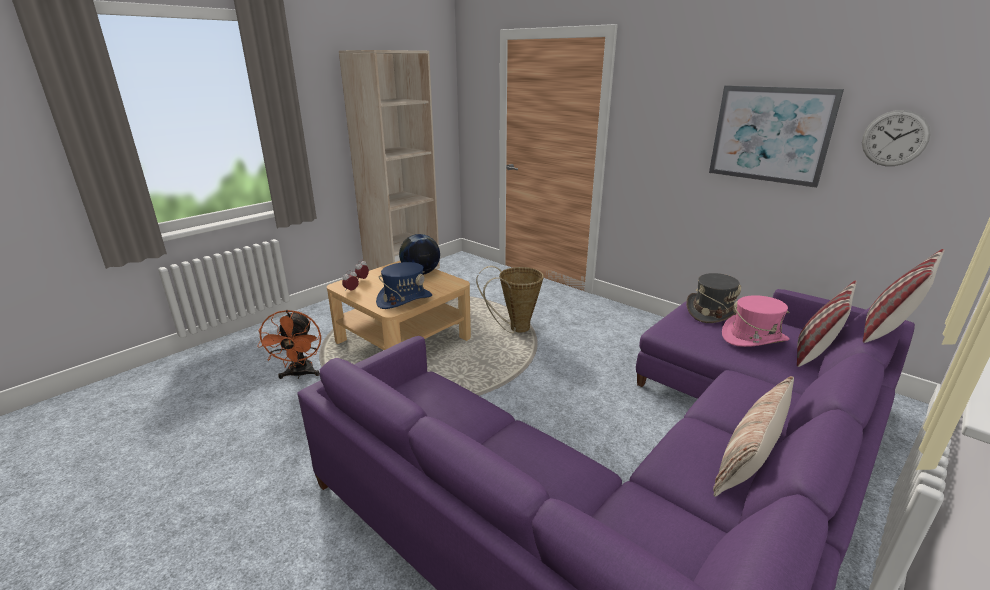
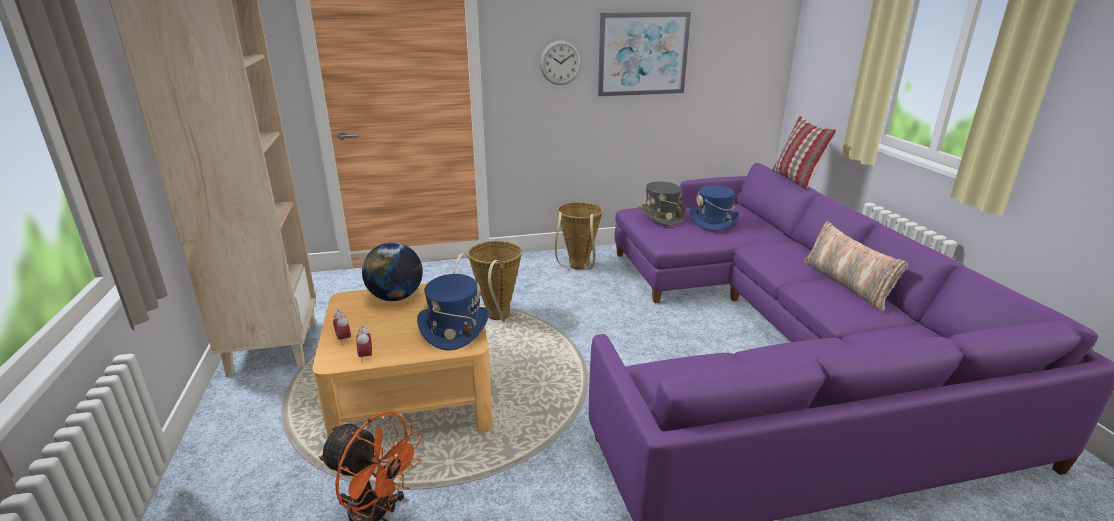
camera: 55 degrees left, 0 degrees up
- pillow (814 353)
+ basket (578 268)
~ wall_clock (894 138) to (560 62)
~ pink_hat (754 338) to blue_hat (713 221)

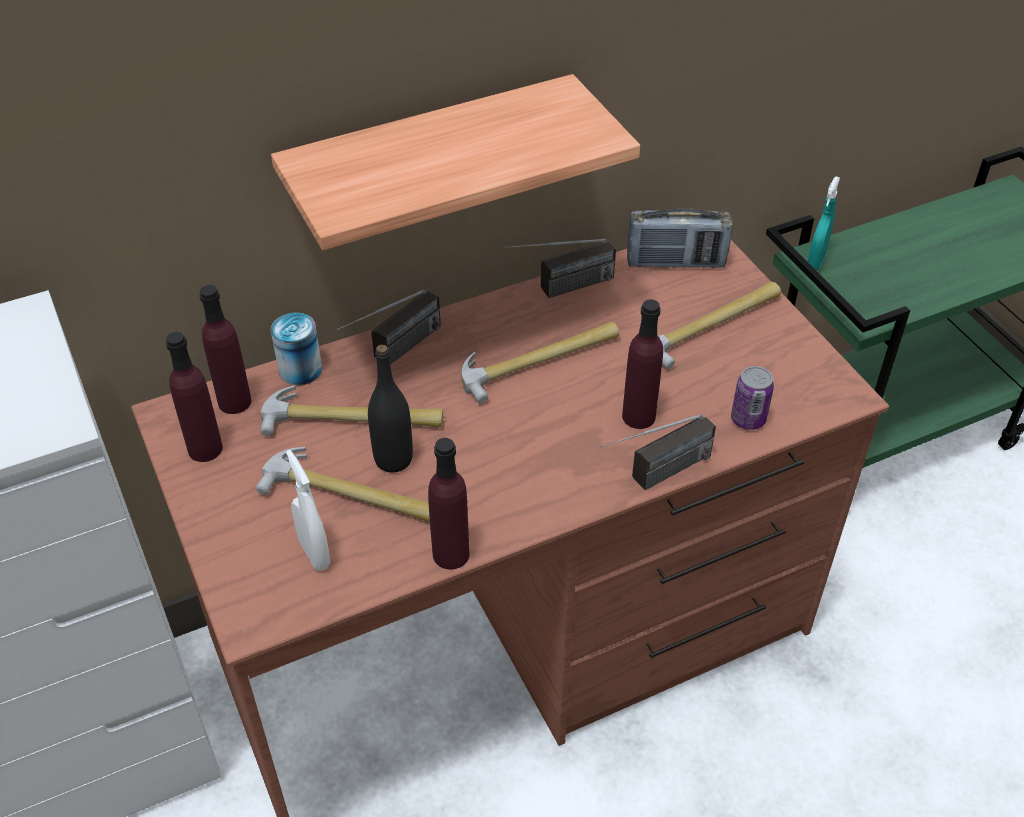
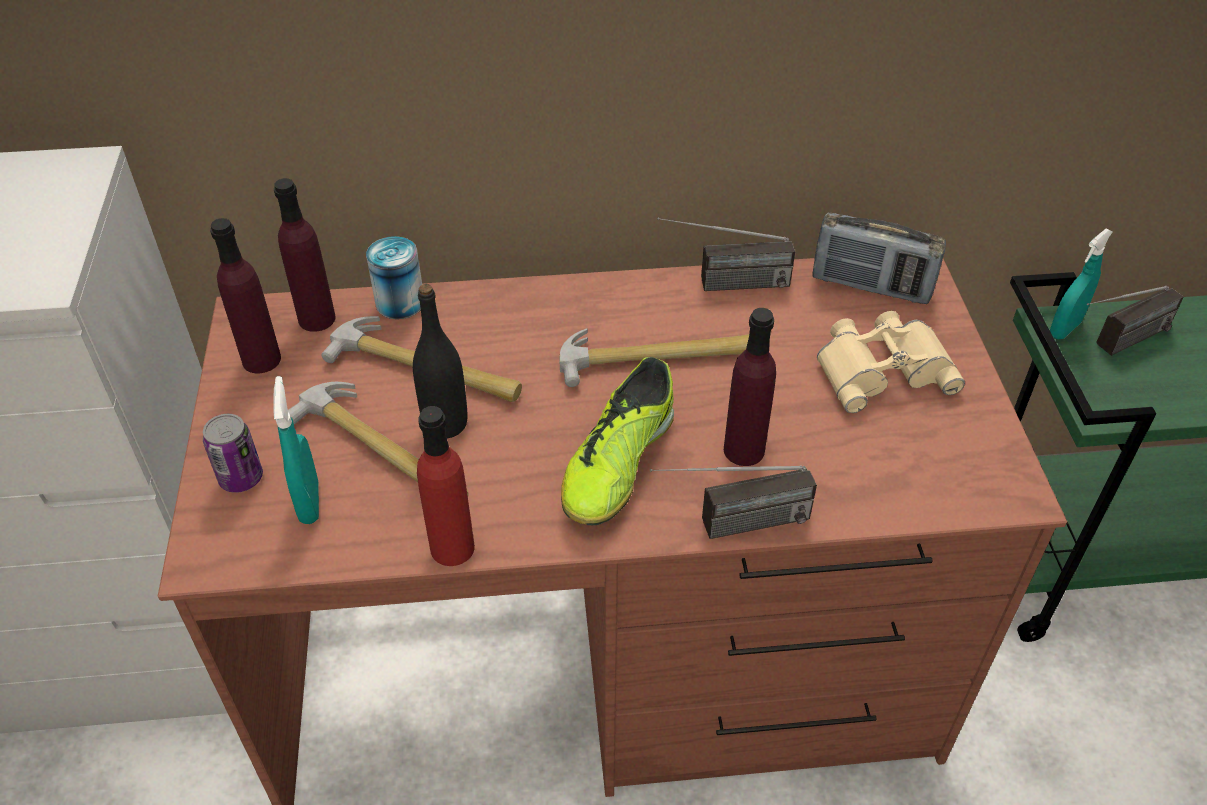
camera: 20 degrees right, 0 degrees up
- shelf (430 163)
+ shoe (617 463)
~ radio (395 353) to (1118 345)
~ can (748 419) to (241 478)
~ hammer (712 325) to beige_binoculars (882 367)
~ white_spray_bottle (314 553) to turquoise_spray_bottle (309 503)
~ purple_bottle (451 554) to red_bottle (452 547)

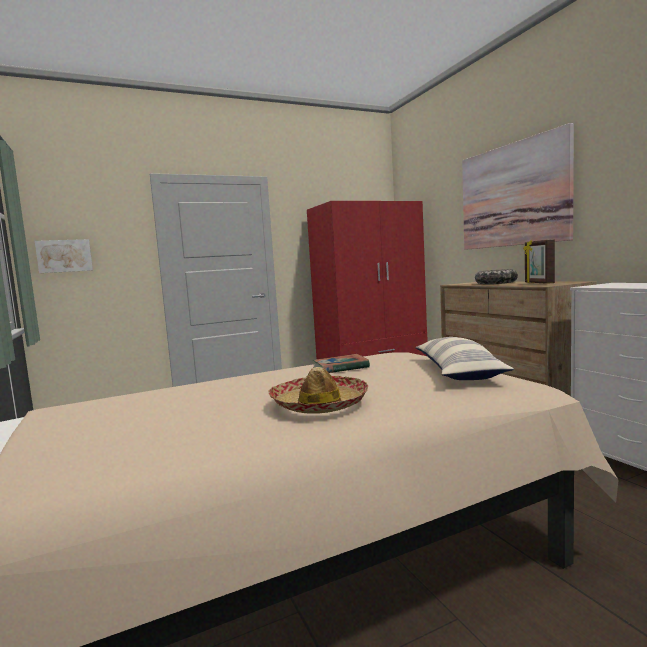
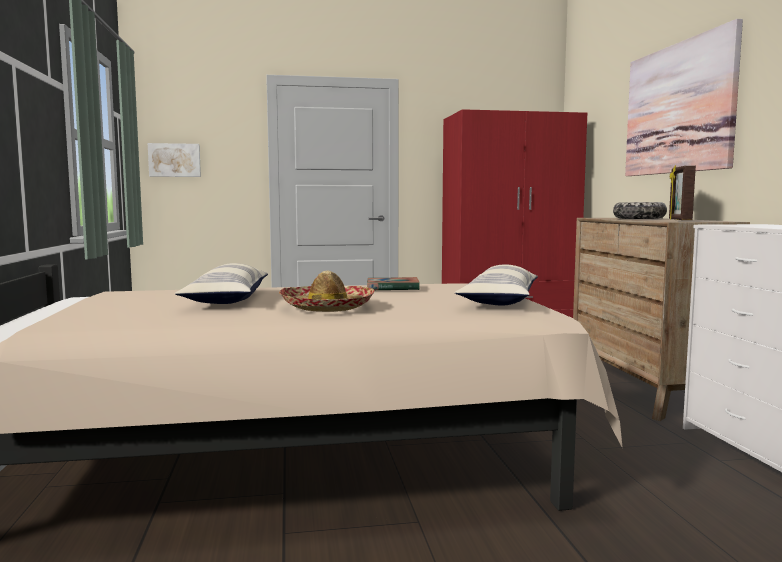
camera: 15 degrees right, 0 degrees up
+ pillow (227 299)

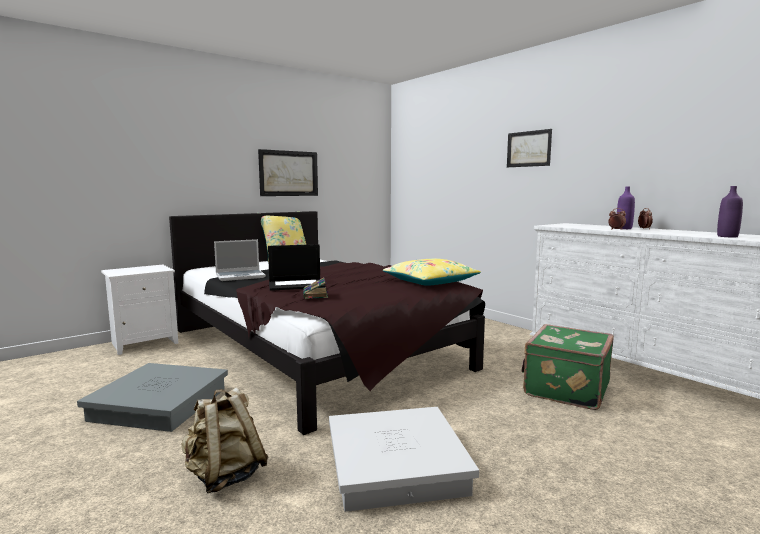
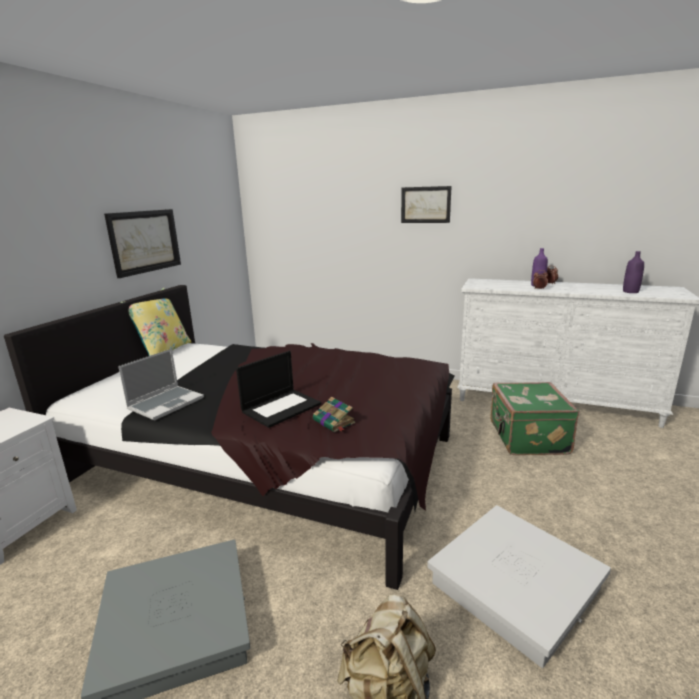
camera: 30 degrees left, 10 degrees up
- yellow_pillow (430 282)

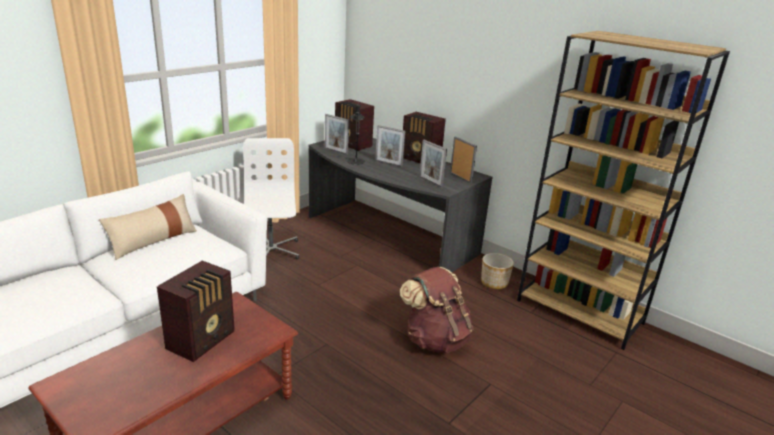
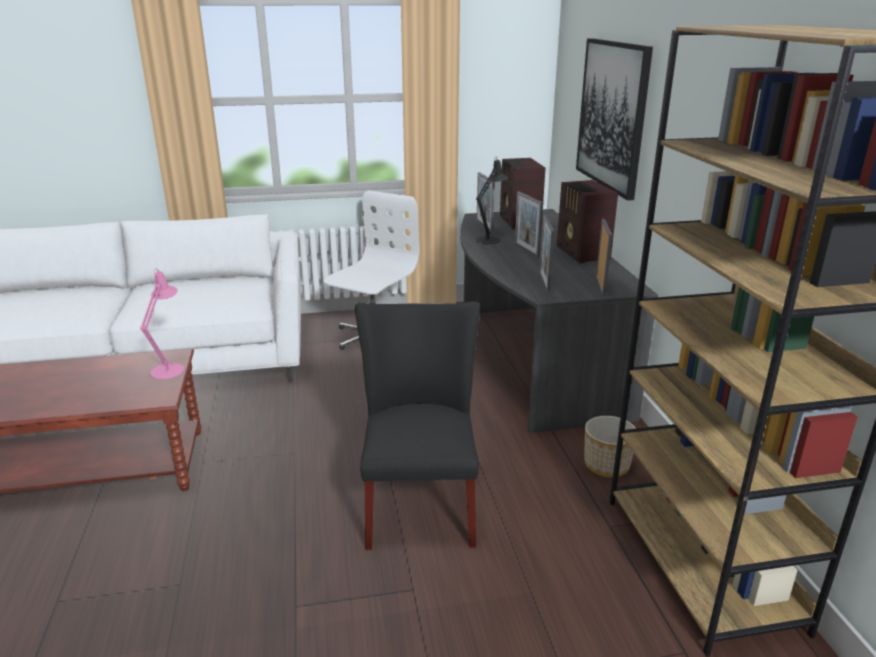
camera: 40 degrees right, 0 degrees up
- beige_pillow (153 241)
- radio (203 340)
+ pink_table_lamp (169 368)
+ picture (612 115)
~ brown_backpack (435 339) to black_chair (419 502)

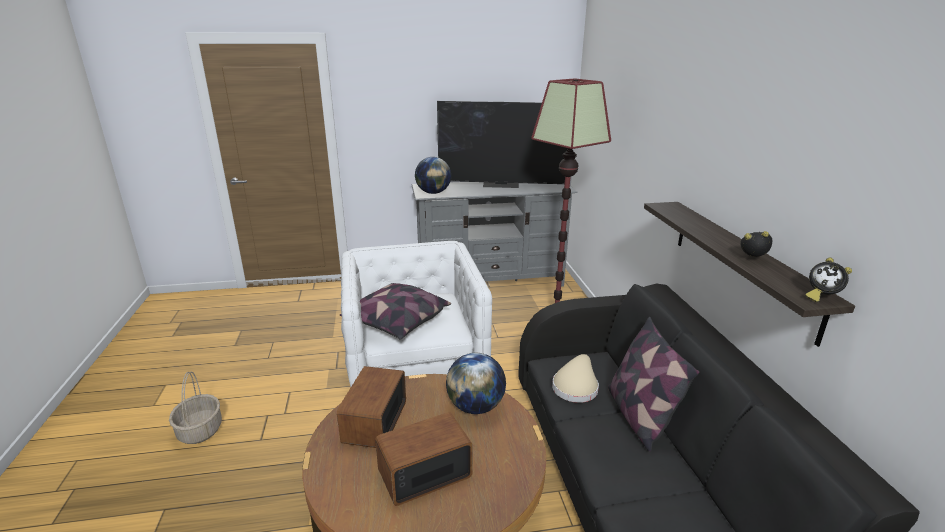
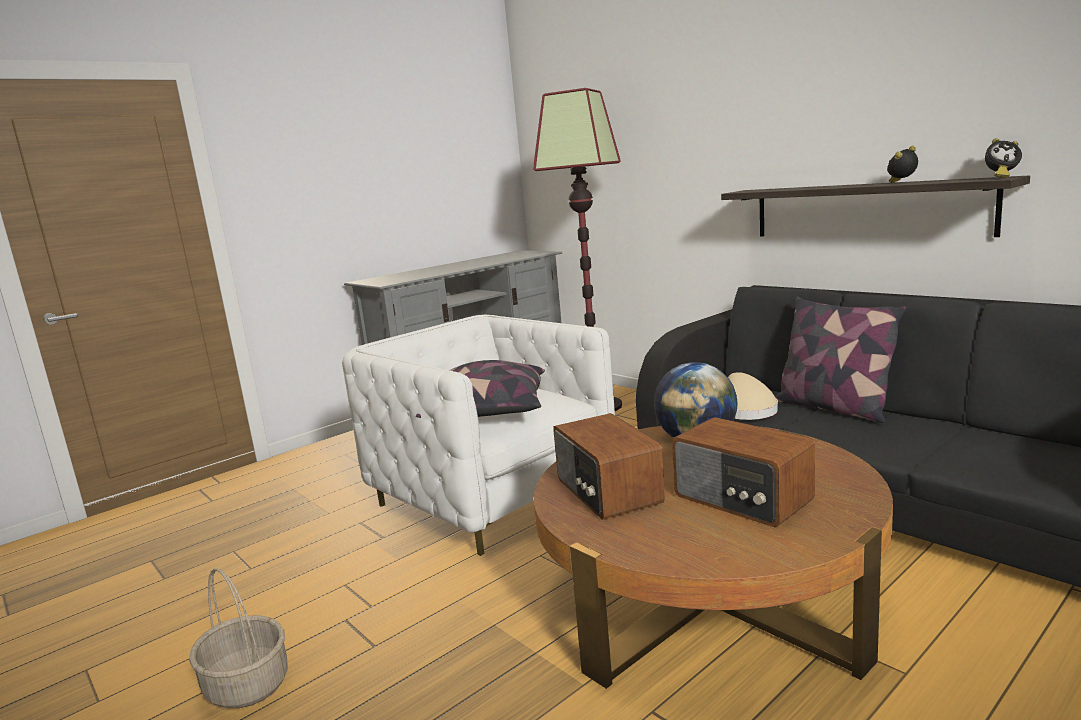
camera: 30 degrees left, 10 degrees down
- globe (433 193)
- television (501 184)
~ radio (424 473) = (742 499) 75 degrees counterclockwise

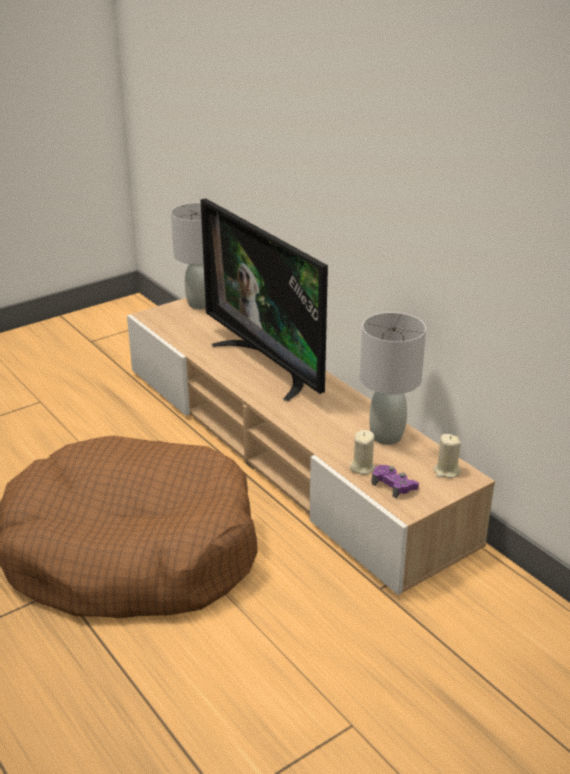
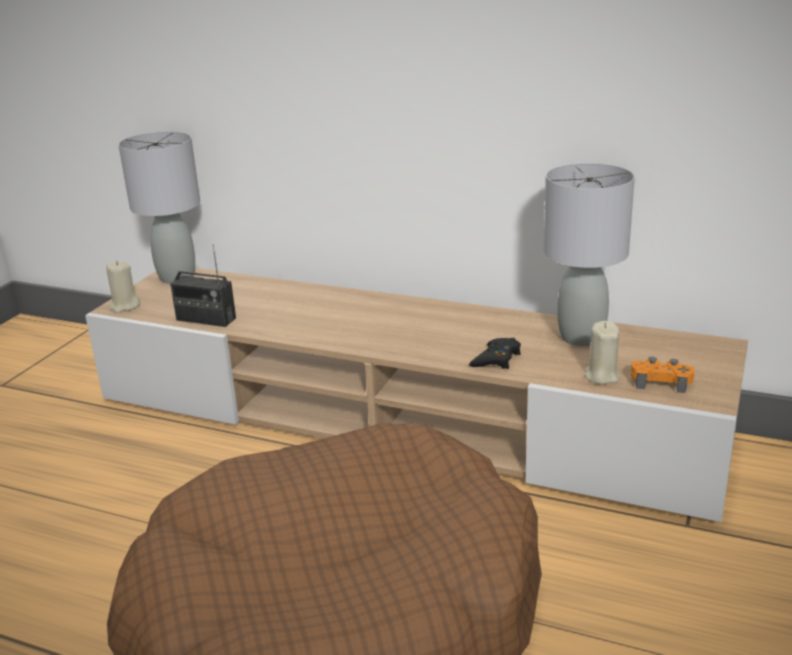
camera: 30 degrees left, 5 degrees down
- television (268 365)
+ radio (206 319)
+ black_game_controller (496 359)
~ beige_candle (446 471) to (125 306)
~ purple_game_controller (393 485) to orange_game_controller (661 381)

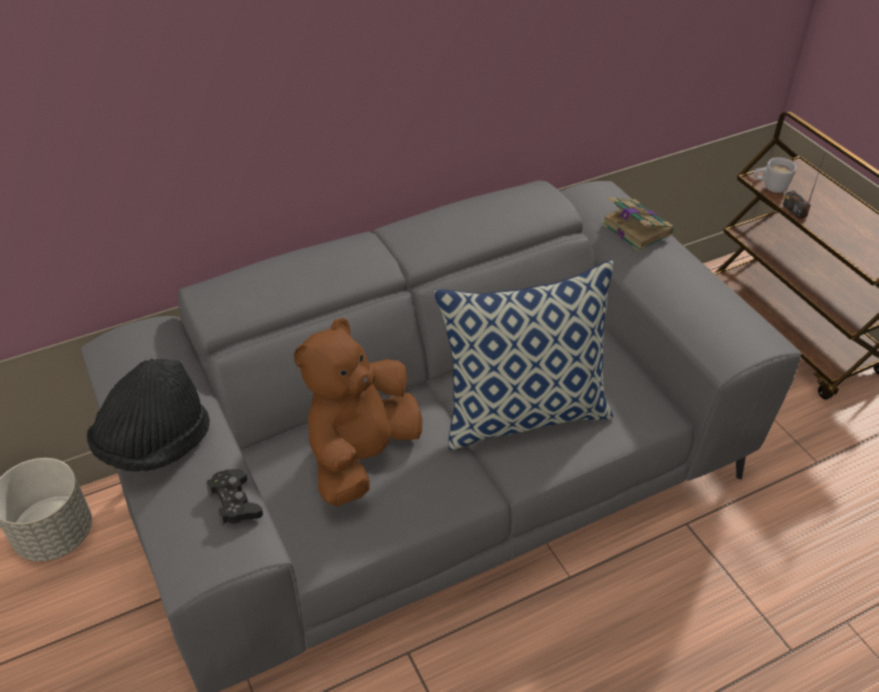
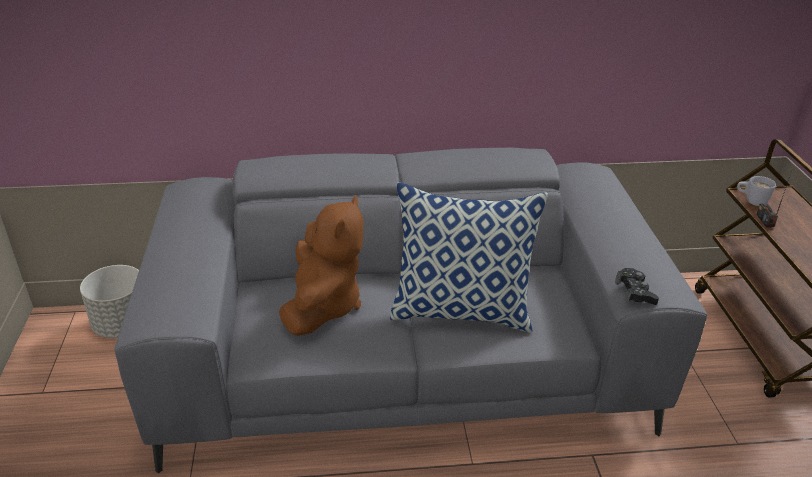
camera: 20 degrees right, 10 degrees down
- black_hat (155 444)
- book (635 228)
~ black_game_controller (235 502) to (635 292)
~ brown_plush_toy (362 456) = (323 306) 135 degrees clockwise

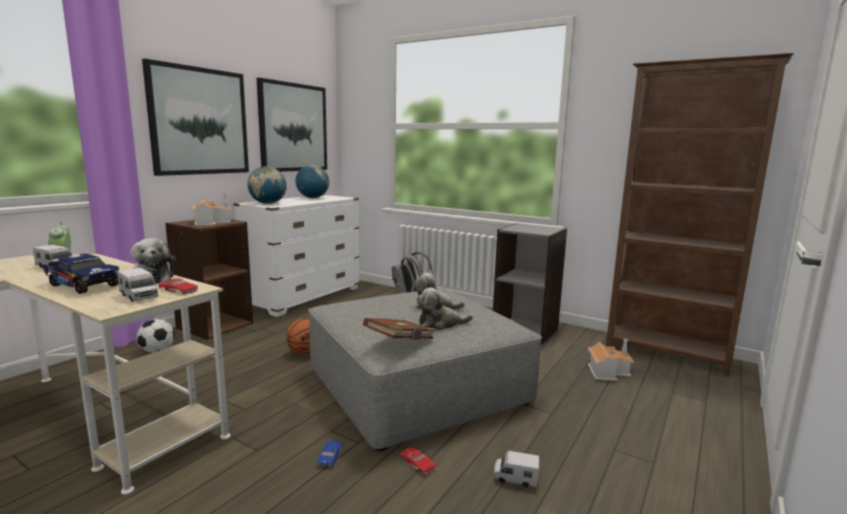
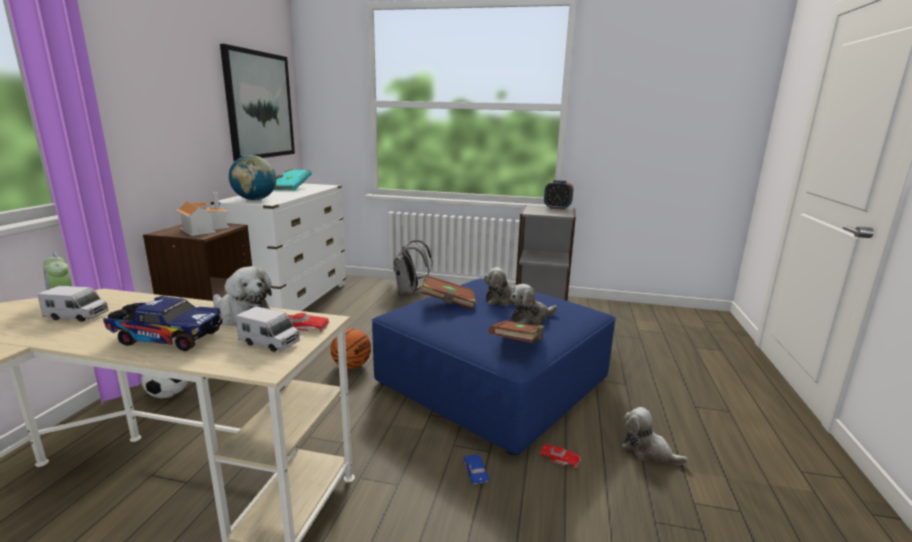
camera: 20 degrees left, 5 degrees up
- picture (199 121)
- toy_house (608 371)
- brown_bookcase (667 354)
+ brown_book (448 303)
+ alarm_clock (557 208)
~ globe (312 198) to turquoise_book (291 188)
~ toy_truck (515 478) to plush_toy (647 451)
~ grey_ottoman (418 385) to blue_ottoman (494 380)

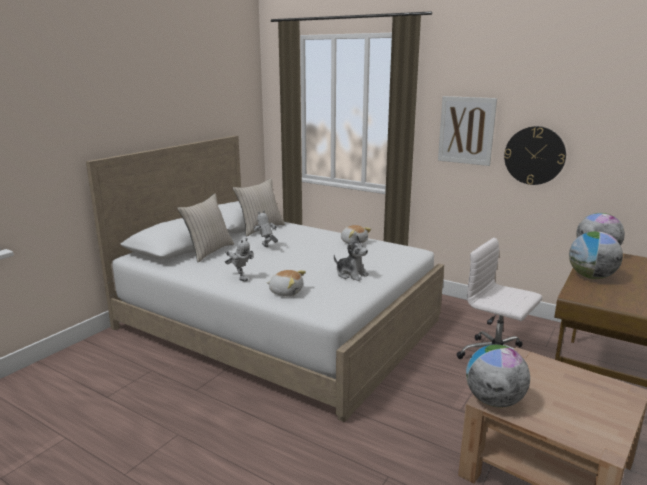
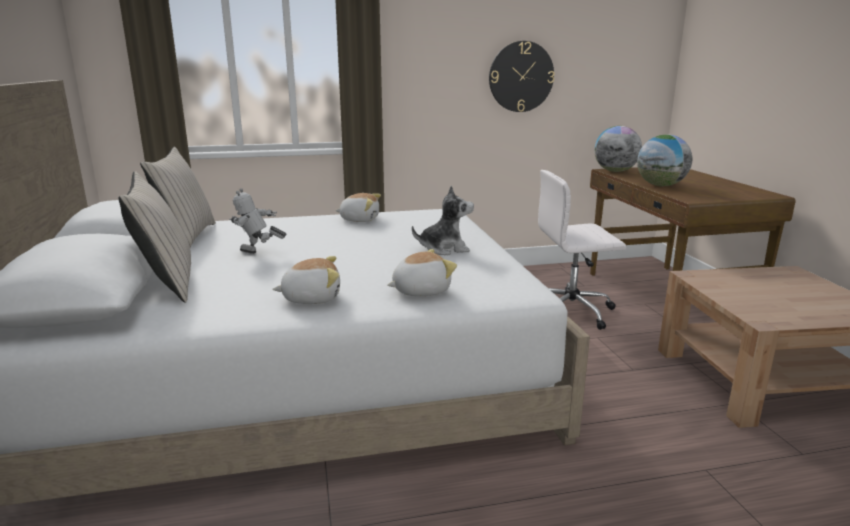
camera: 45 degrees left, 0 degrees up
- picture (466 130)
- globe (494 401)
~ toy_robot (240 277) to plush_toy (311 298)

